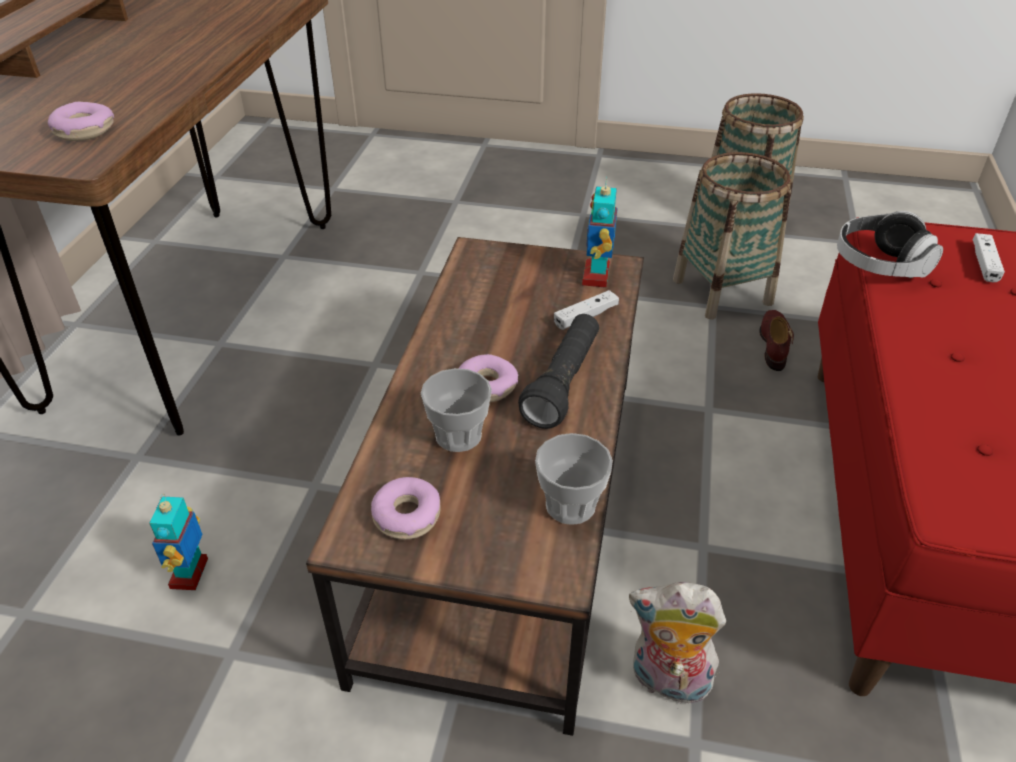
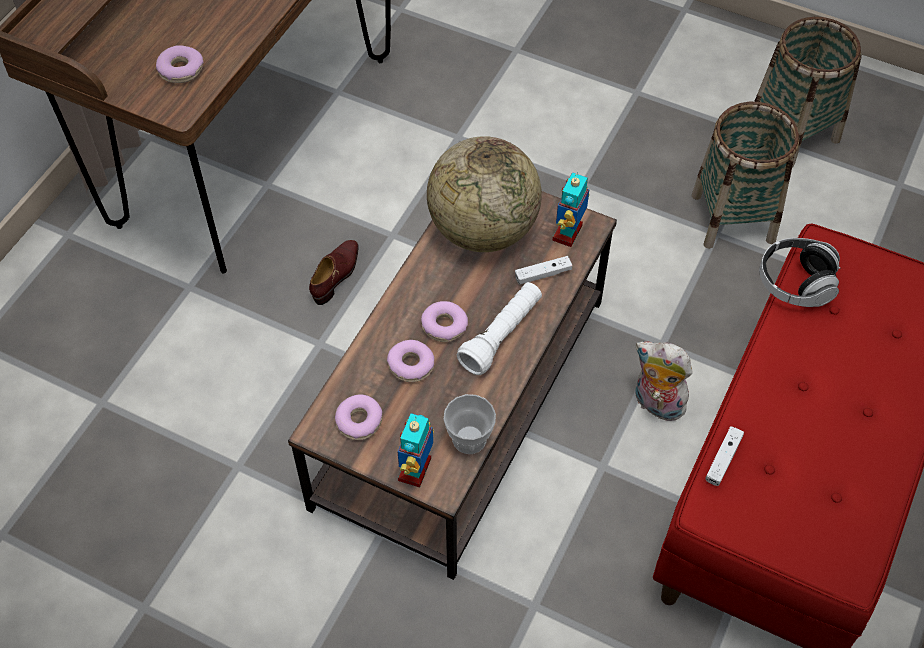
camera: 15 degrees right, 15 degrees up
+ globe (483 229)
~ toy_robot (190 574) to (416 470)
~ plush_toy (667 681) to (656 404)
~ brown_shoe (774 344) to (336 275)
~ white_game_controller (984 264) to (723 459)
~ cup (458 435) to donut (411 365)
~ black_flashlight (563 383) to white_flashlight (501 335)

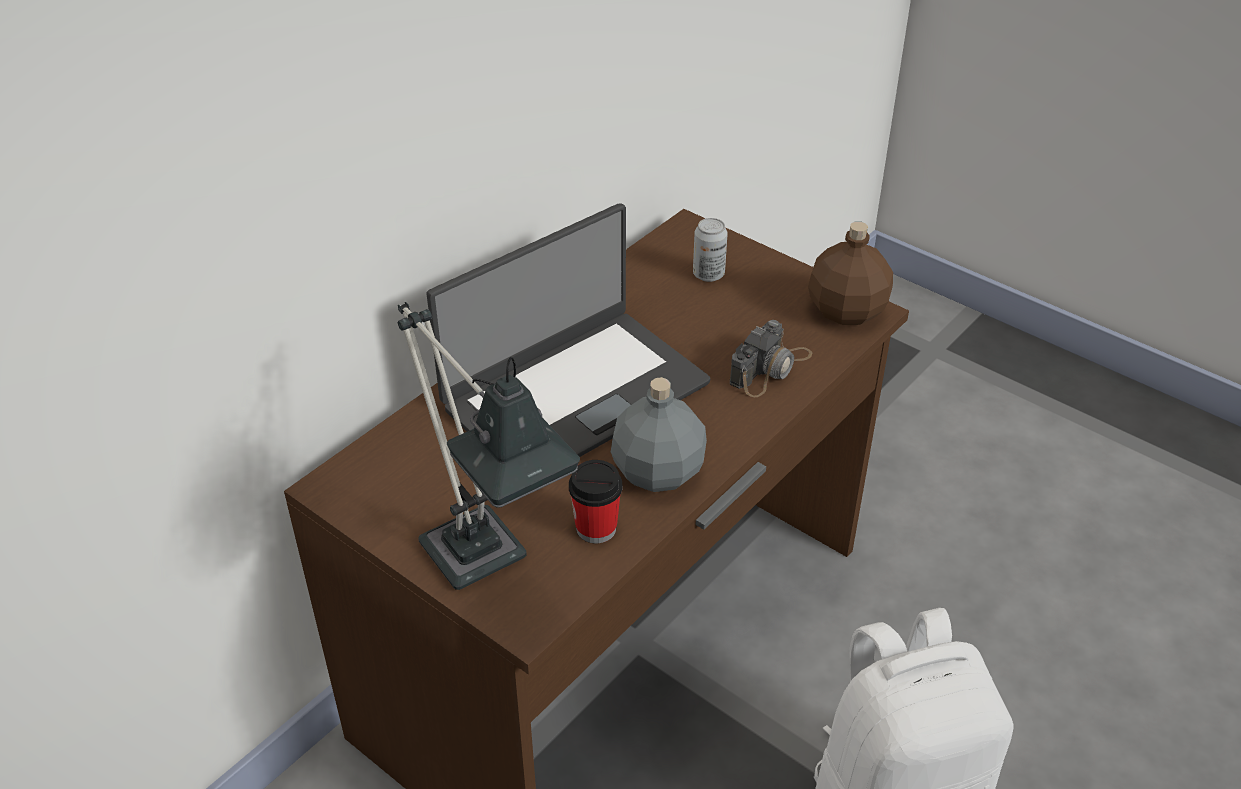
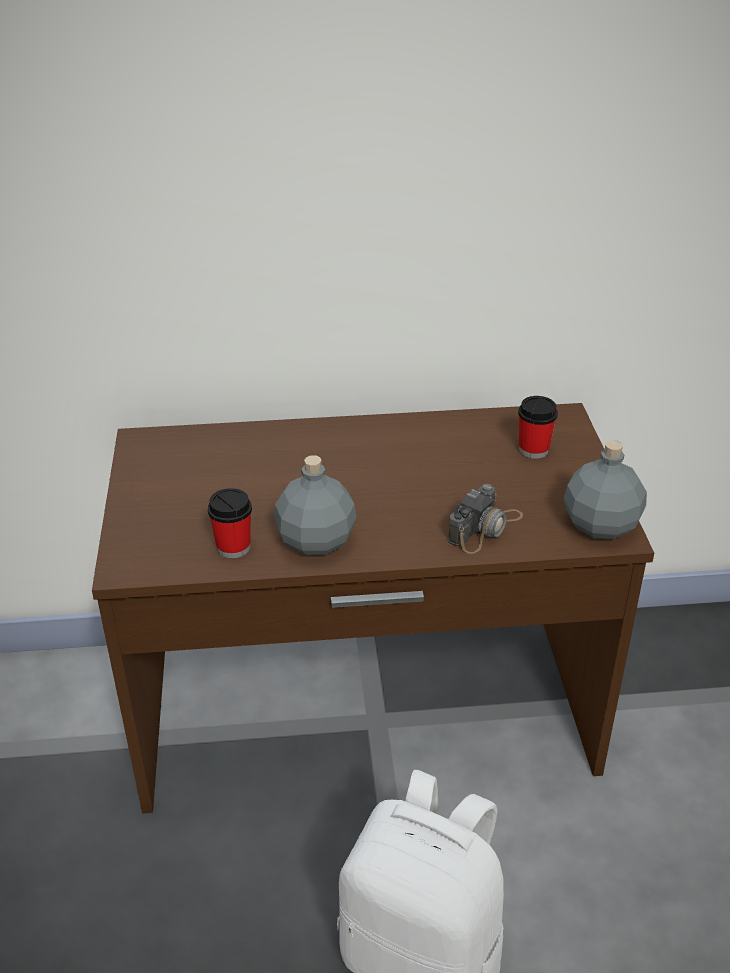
camera: 45 degrees right, 5 degrees down
- table_lamp (485 567)
- laptop (574 394)
~ can (708 274) to cup (533 450)
~ brown_bottle (845 311) to grey_bottle (599 525)
~ photo_camera (770 368) = (485 528) 45 degrees counterclockwise

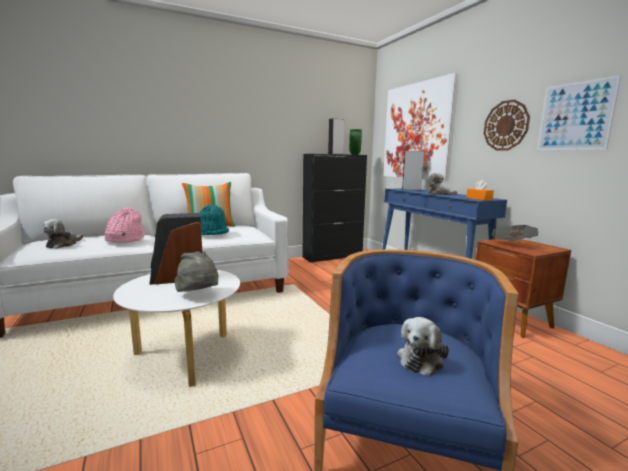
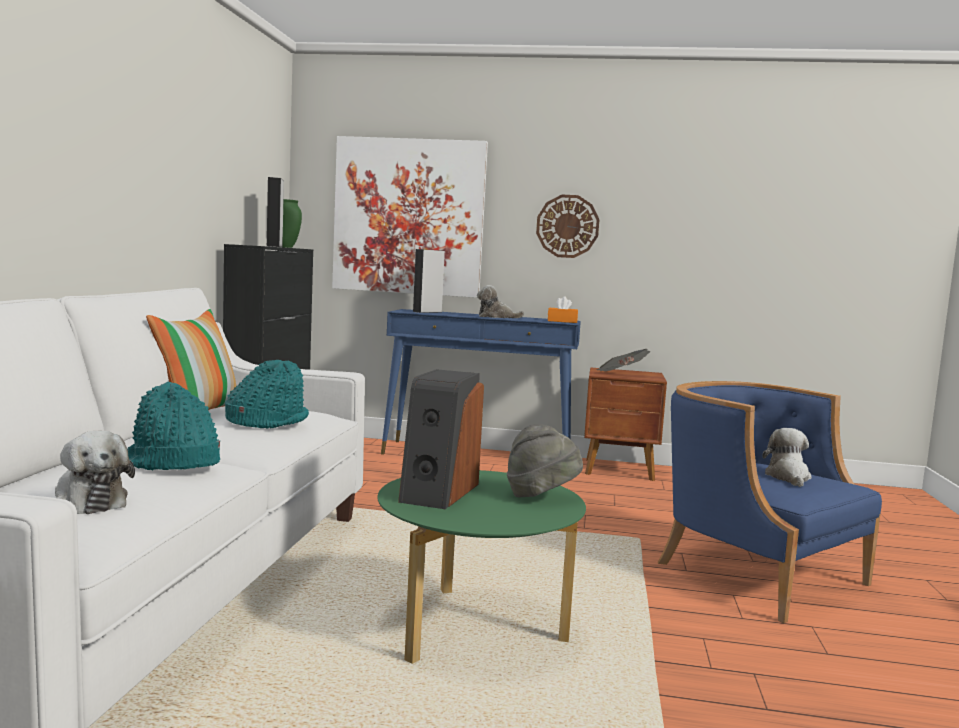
camera: 55 degrees left, 5 degrees down
- picture (575 116)
~ pink_hat (125 239) to turquoise_hat (172 462)
~ white_coffee_table (185 357) to green_coffee_table (474 629)
~ plush_toy (421 359) = (788 477) 150 degrees counterclockwise

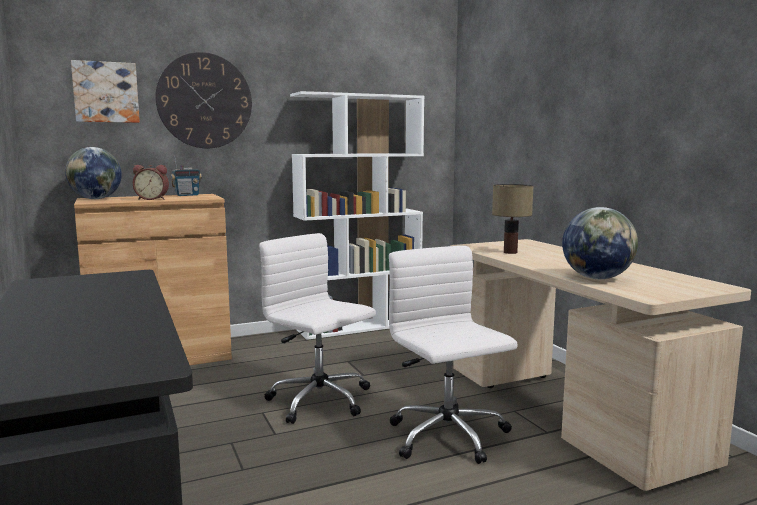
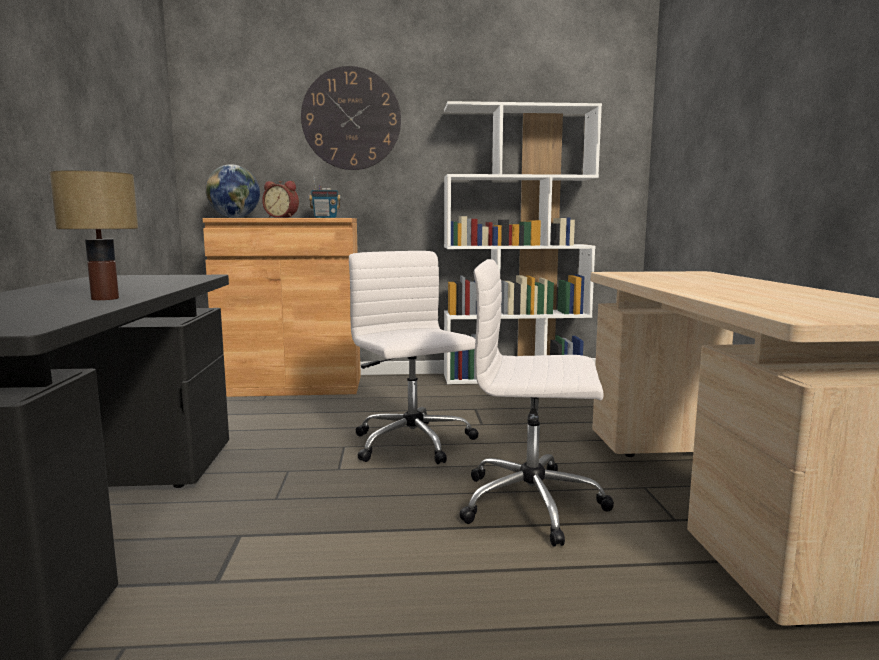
camera: 20 degrees right, 0 degrees up
- picture (106 92)
- globe (597 278)
~ table_lamp (511 252) to (106 298)
~ white_office_chair (448 437) = (534 504) 75 degrees counterclockwise

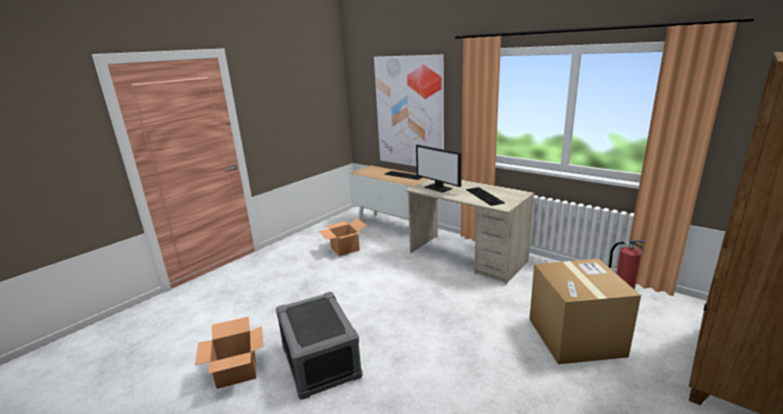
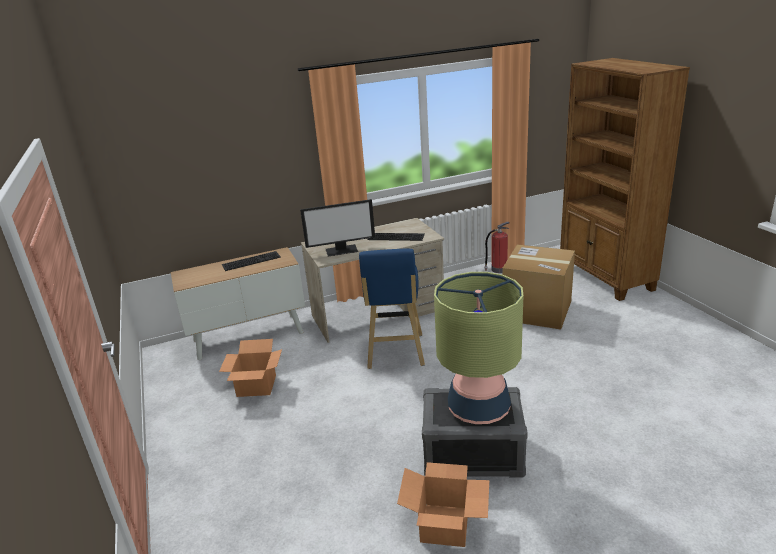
camera: 60 degrees left, 5 degrees up
- picture (409 112)
+ blue_stool (395 353)
+ table_lamp (479 409)

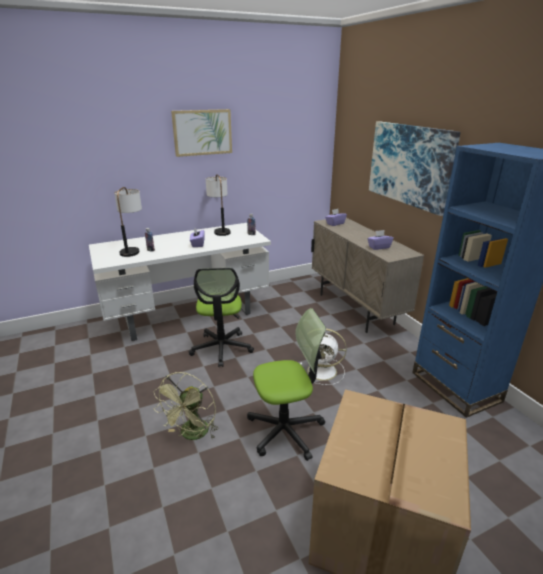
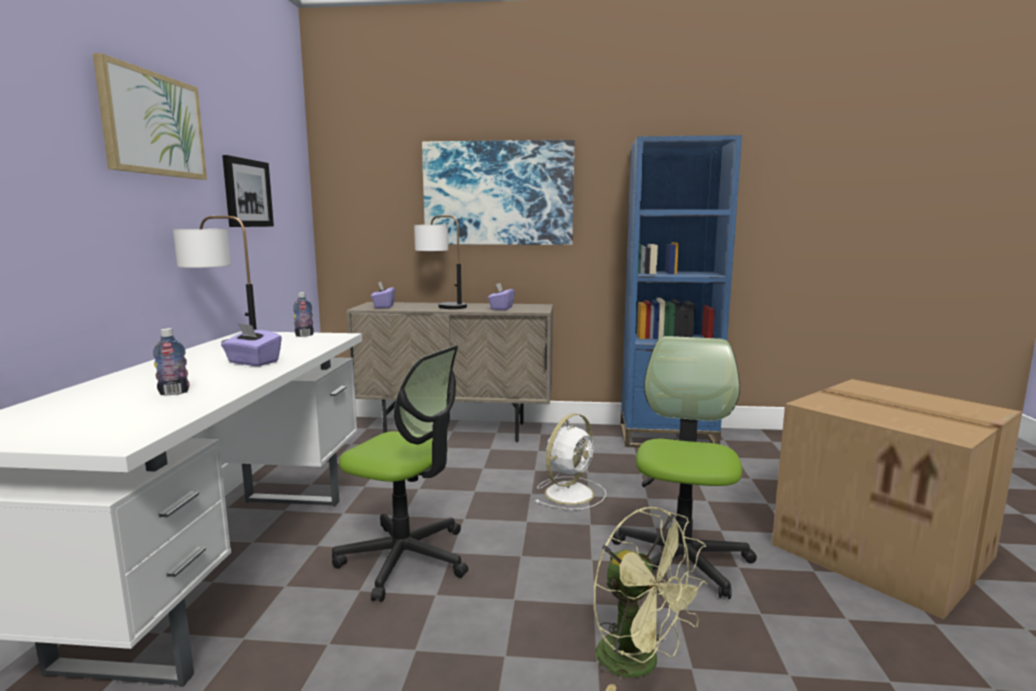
camera: 60 degrees left, 15 degrees down
+ picture (247 193)
~ table_lamp (133 249) to (441 306)

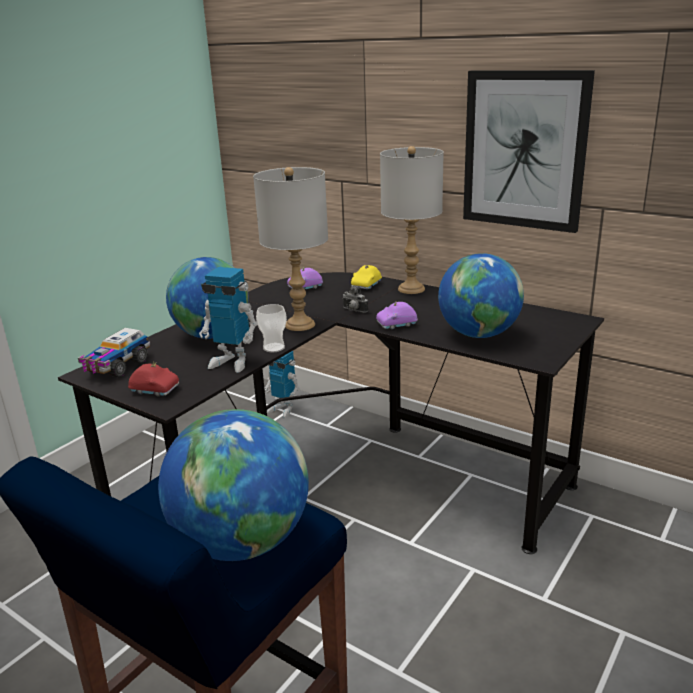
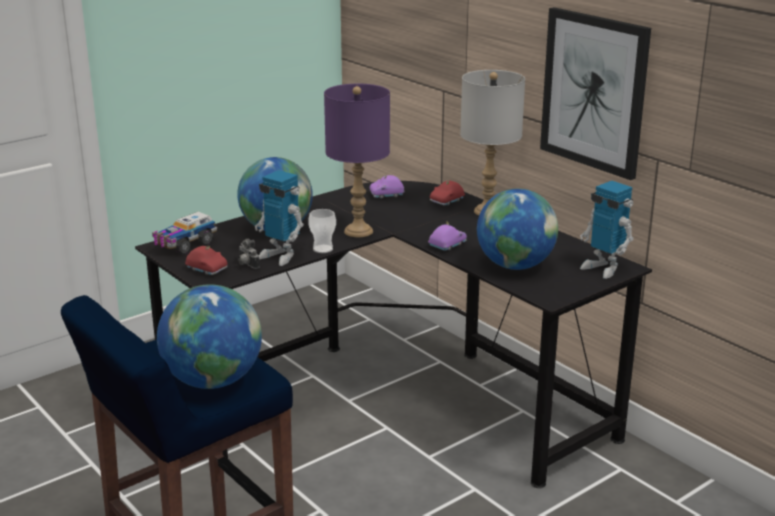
camera: 15 degrees right, 0 degrees up
~ toy_robot (283 409) to (603 268)
~ photo_camera (353 311) to (246 265)
~ grey_table_lamp (299 324) to purple_table_lamp (358 231)
~ yellow_toy_car (367 285) to red_toy_car (447 201)
~ purple_toy_car (397 325) = (446 245) 135 degrees clockwise

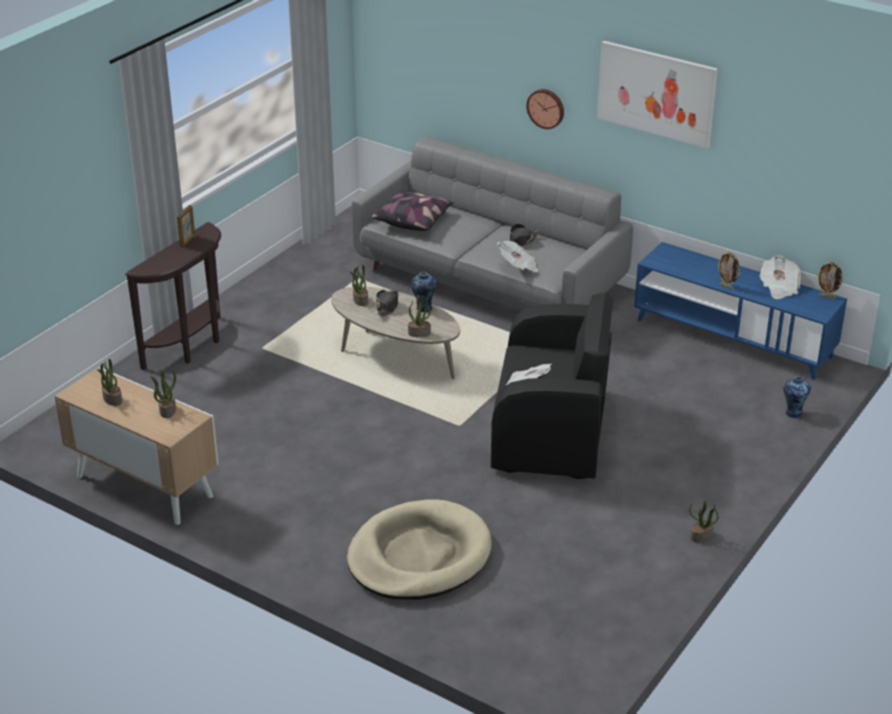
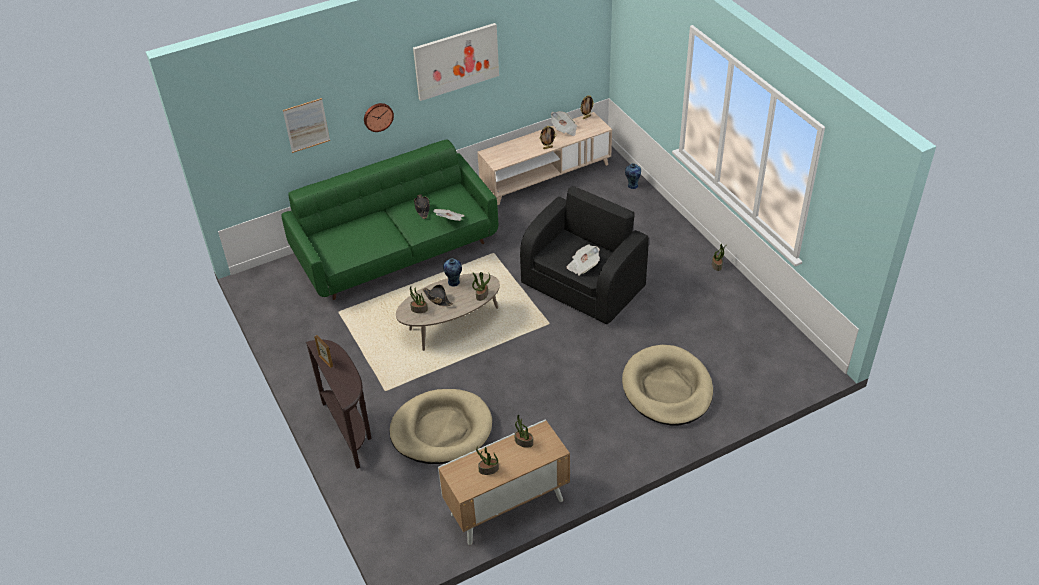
camera: 60 degrees left, 10 degrees up
- pillow (413 220)
+ picture (306 125)
+ beige_dog_bed (441 429)
~ grey_sofa (488 280) to green_sofa (396 250)
~ blue_tv_stand (733 338) to beige_tv_stand (546 176)

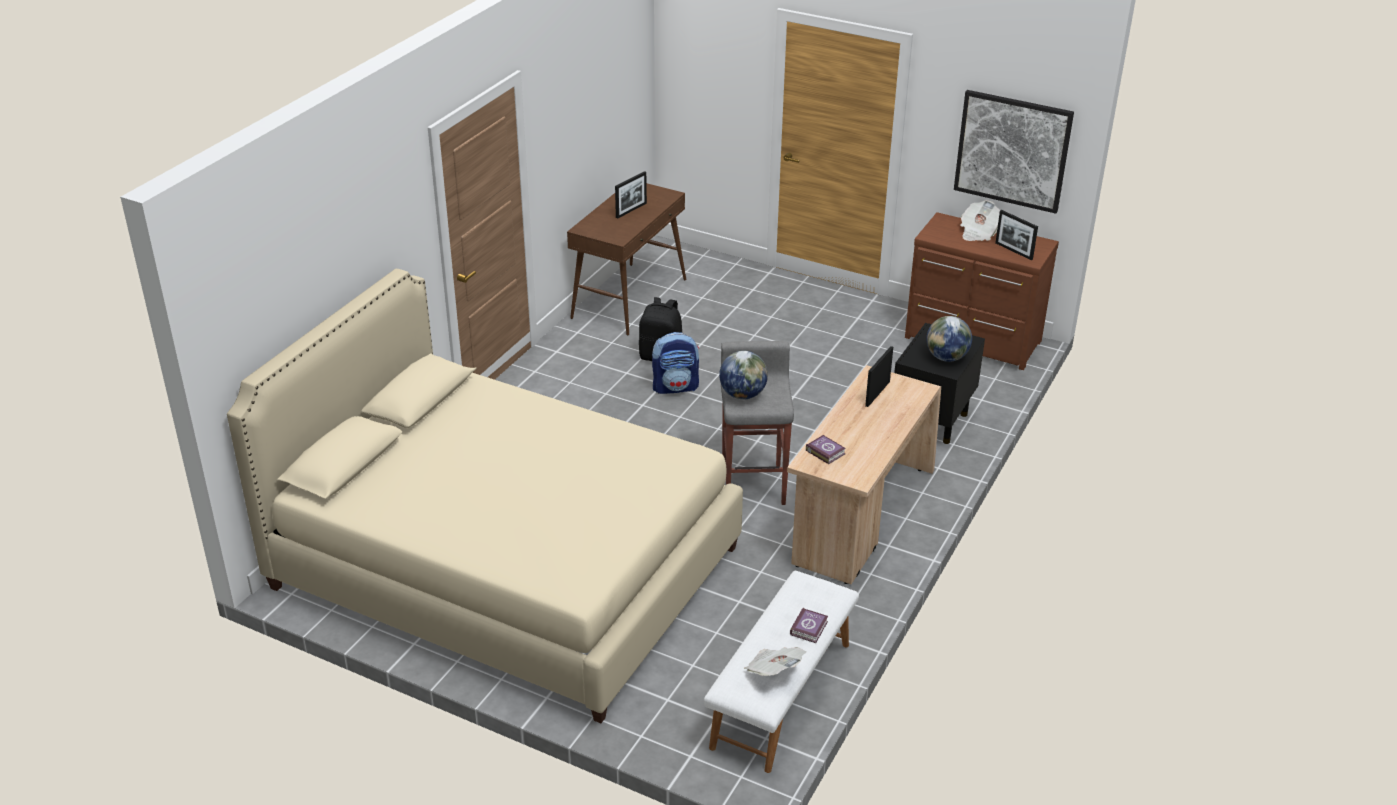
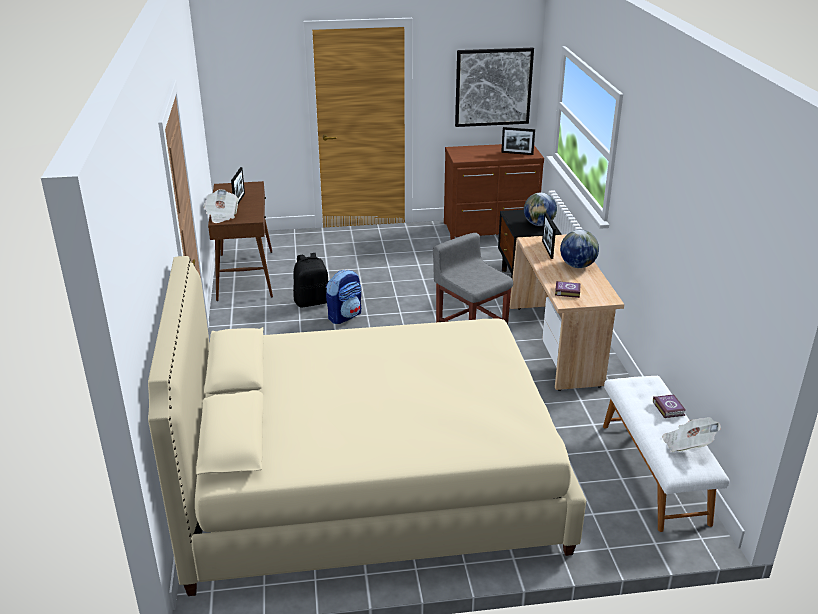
camera: 35 degrees left, 5 degrees down
~ globe (742 395) to (577 266)
~ newspaper (978 232) to (221 215)

